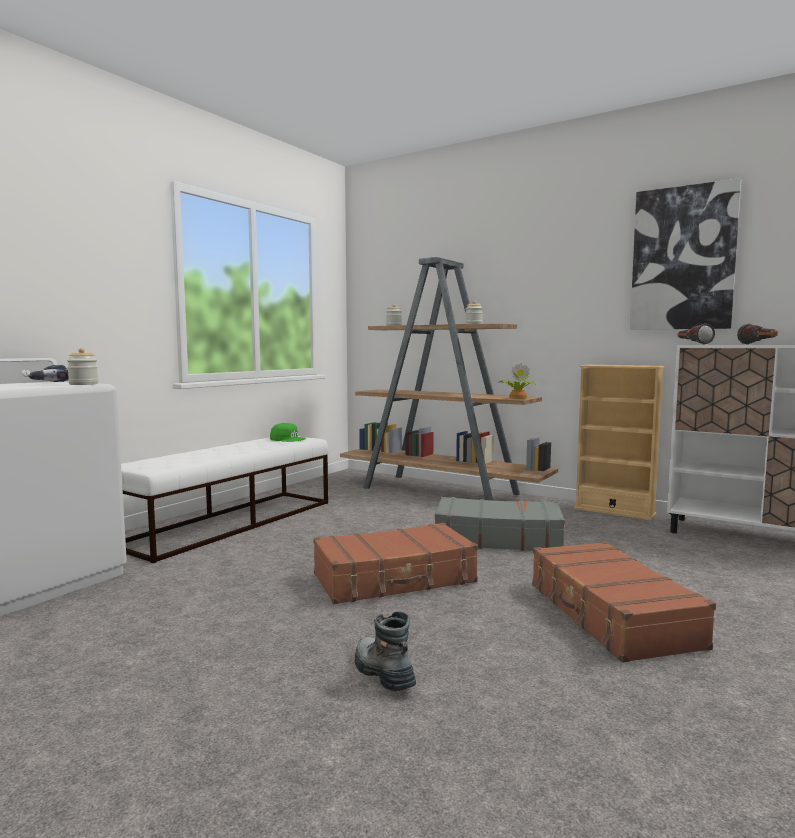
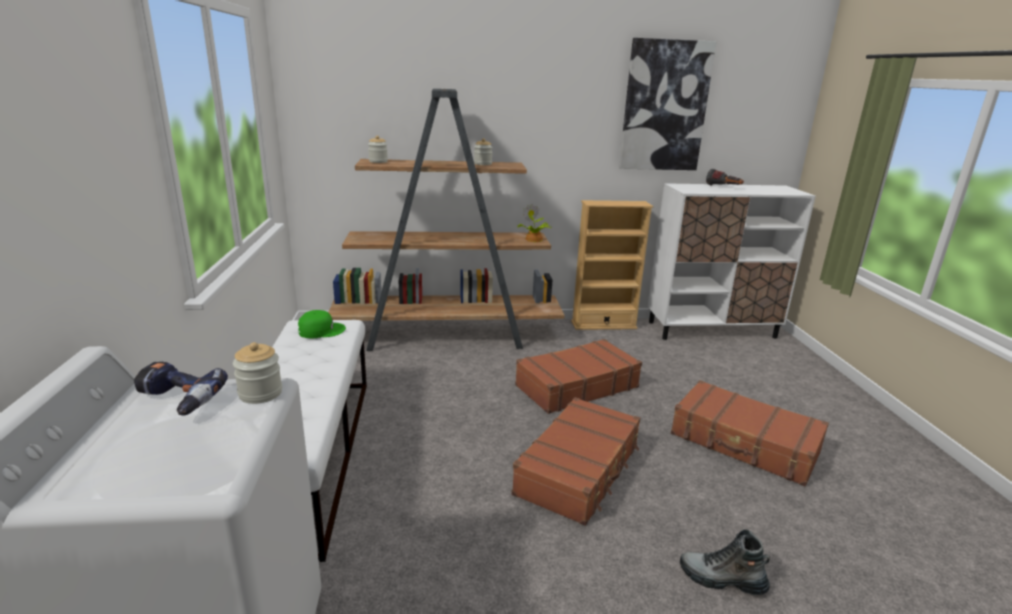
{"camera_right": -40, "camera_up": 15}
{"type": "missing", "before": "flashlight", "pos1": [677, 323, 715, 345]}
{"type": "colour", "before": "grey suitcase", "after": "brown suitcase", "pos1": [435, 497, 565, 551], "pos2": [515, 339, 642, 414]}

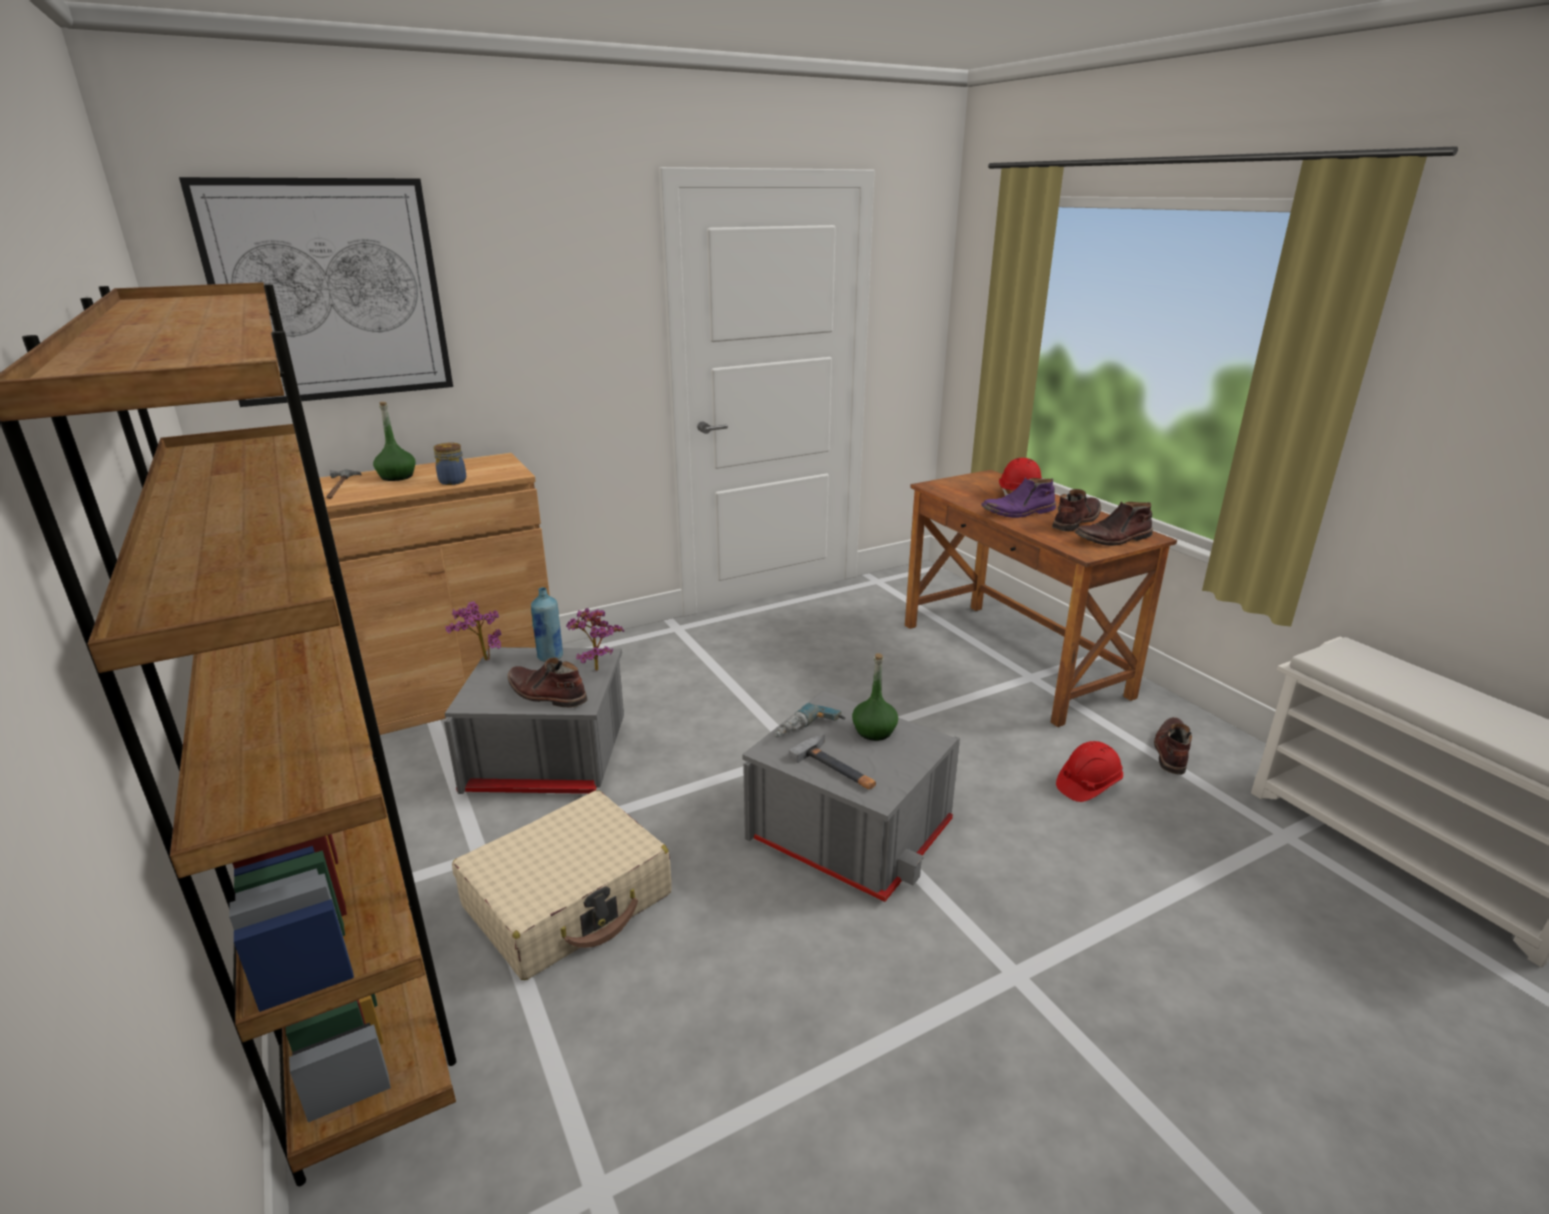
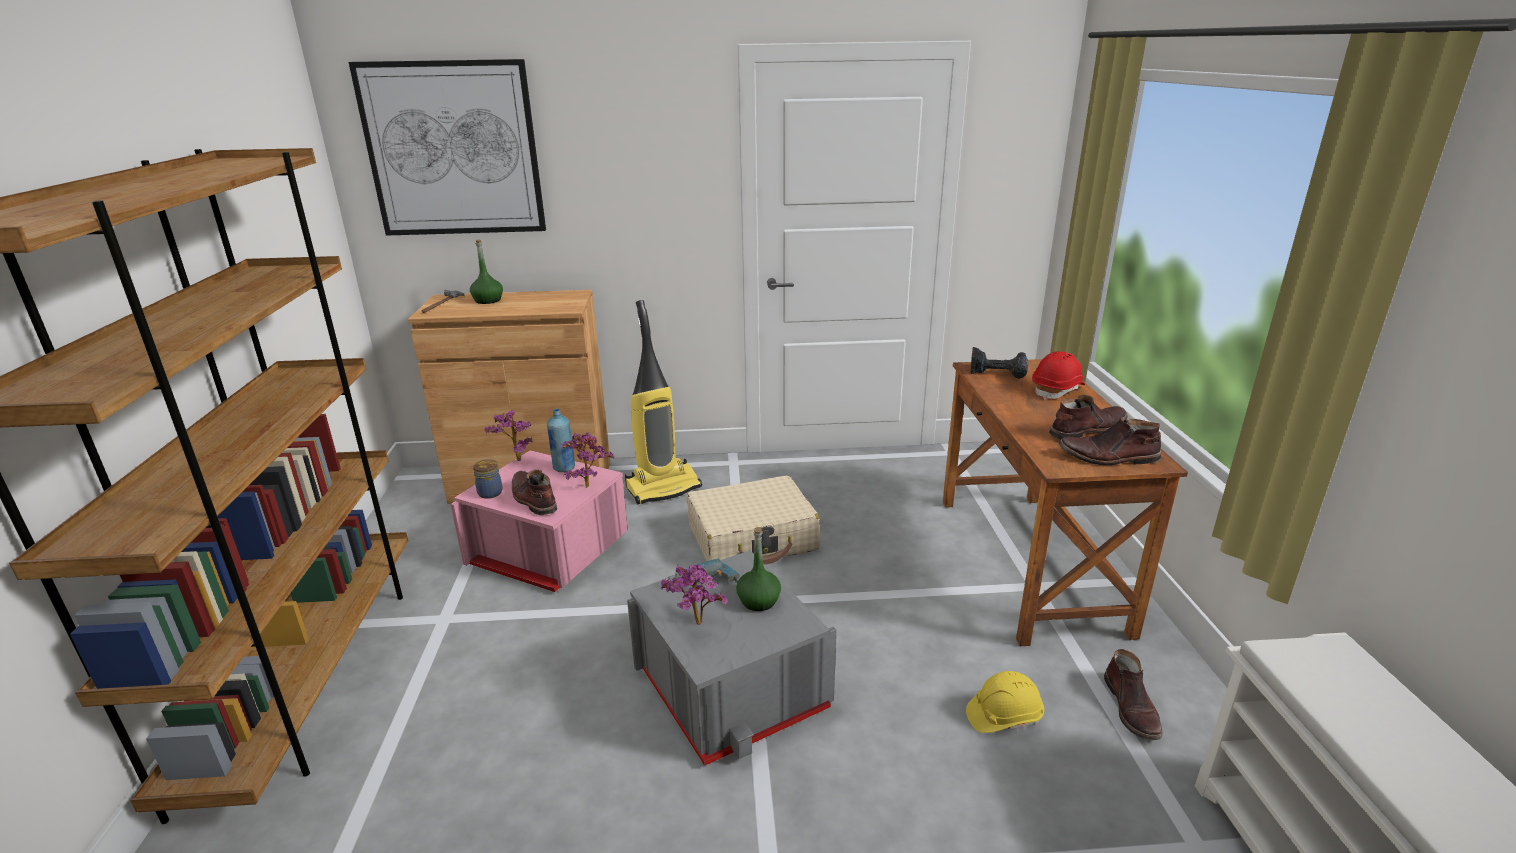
{"camera_right": 25, "camera_up": 0}
{"type": "relocated", "before": "jar", "pos1": [433, 443, 466, 485], "pos2": [473, 459, 502, 499]}
{"type": "missing", "before": "purple boot", "pos1": [981, 477, 1056, 518]}
{"type": "colour", "before": "grey storage box", "after": "pink storage box", "pos1": [444, 647, 624, 794], "pos2": [450, 450, 628, 592]}
{"type": "spun", "before": "brown boot", "pos1": [1154, 717, 1192, 775], "pos2": [1104, 649, 1162, 740], "turn": 135}
{"type": "exchanged", "before": "hammer", "after": "potted plant", "pos1": [789, 734, 876, 790], "pos2": [661, 564, 728, 625]}
{"type": "colour", "before": "red hard hat", "after": "yellow hard hat", "pos1": [1056, 741, 1123, 802], "pos2": [966, 671, 1044, 733]}
{"type": "relocated", "before": "beige suitcase", "pos1": [452, 791, 672, 980], "pos2": [686, 475, 820, 565]}
{"type": "appeared", "after": "vacuum cleaner", "pos2": [625, 300, 702, 504]}
{"type": "appeared", "after": "power drill", "pos2": [970, 347, 1028, 379]}

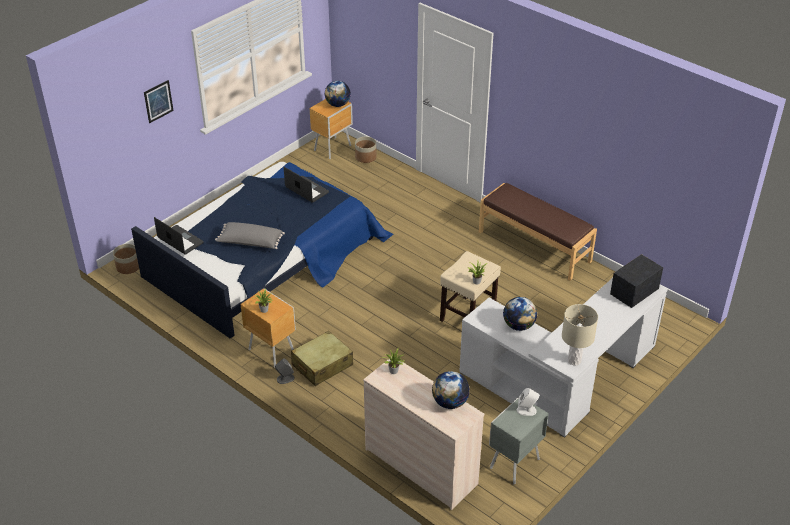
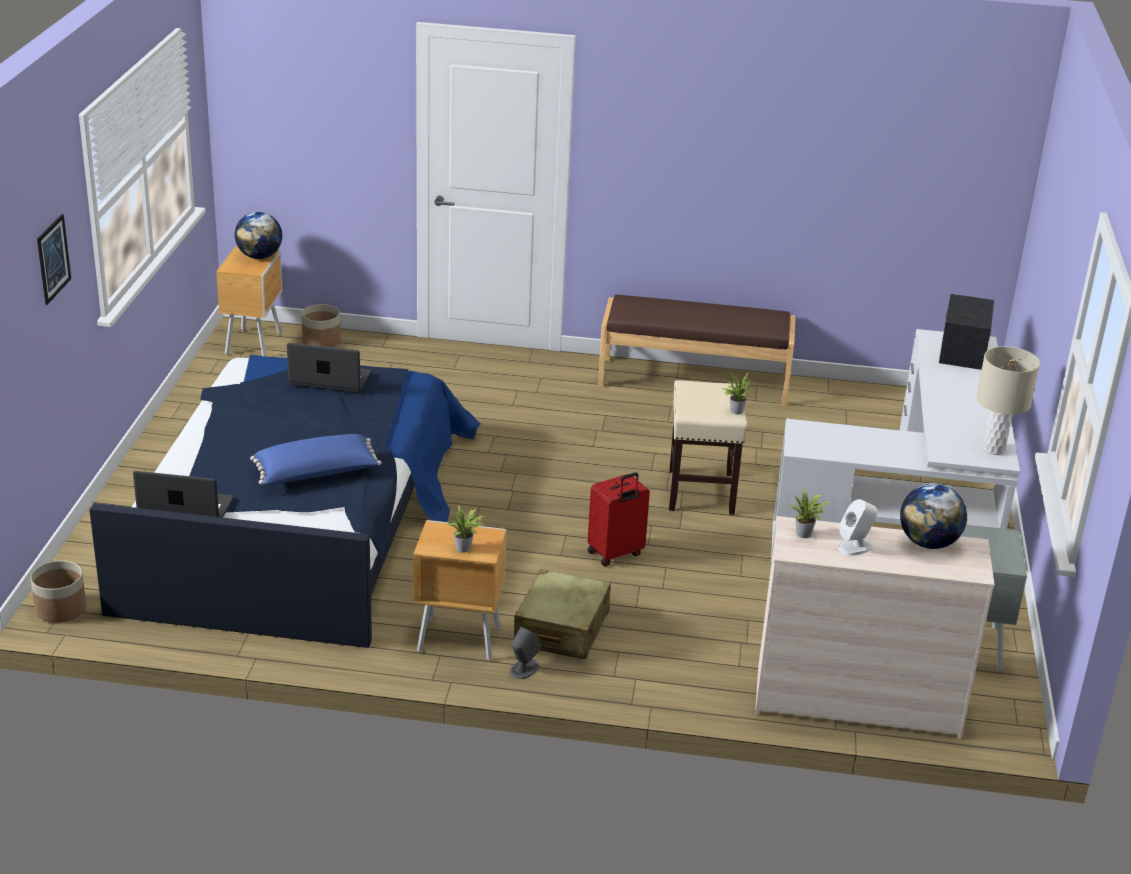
{"camera_right": -35, "camera_up": -10}
{"type": "colour", "before": "grey pillow", "after": "blue pillow", "pos1": [215, 222, 285, 249], "pos2": [250, 434, 381, 485]}
{"type": "missing", "before": "globe", "pos1": [503, 297, 537, 331]}
{"type": "relocated", "before": "white speaker", "pos1": [517, 388, 539, 416], "pos2": [838, 499, 878, 556]}
{"type": "appeared", "after": "red suitcase", "pos2": [587, 472, 650, 567]}

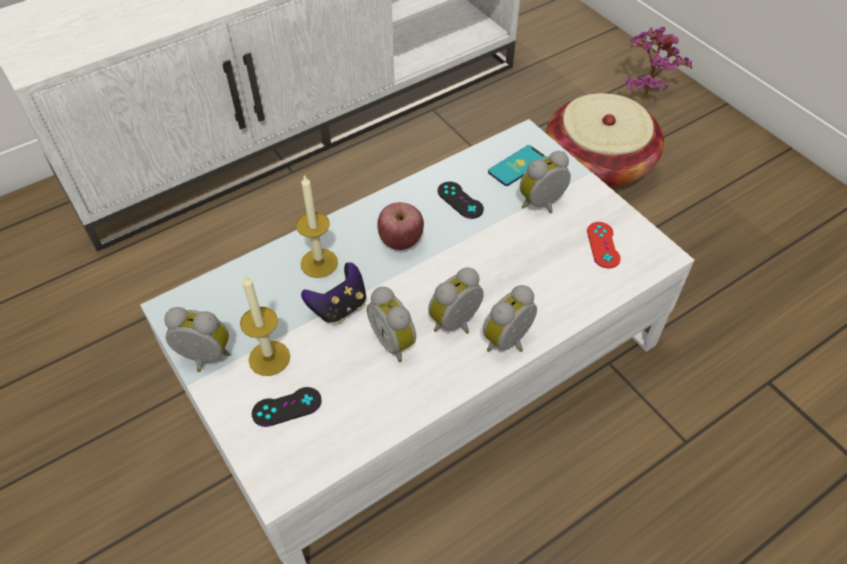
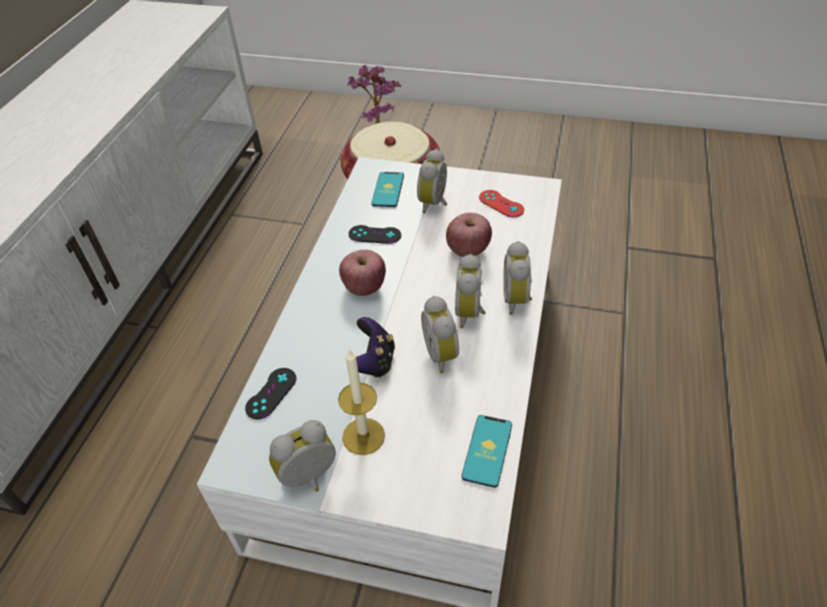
{"camera_right": -40, "camera_up": -5}
{"type": "missing", "before": "candle", "pos1": [296, 174, 338, 278]}
{"type": "spun", "before": "alarm clock", "pos1": [367, 287, 416, 363], "pos2": [421, 296, 459, 373], "turn": 60}
{"type": "relocated", "before": "black game controller", "pos1": [252, 387, 322, 427], "pos2": [245, 368, 297, 419]}
{"type": "appeared", "after": "apple", "pos2": [446, 213, 492, 257]}
{"type": "appeared", "after": "phone", "pos2": [462, 415, 512, 488]}

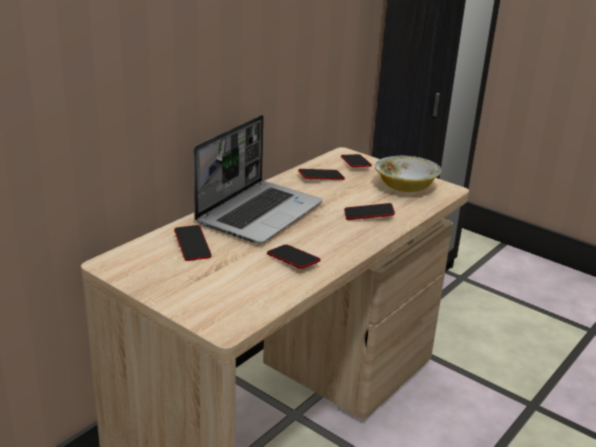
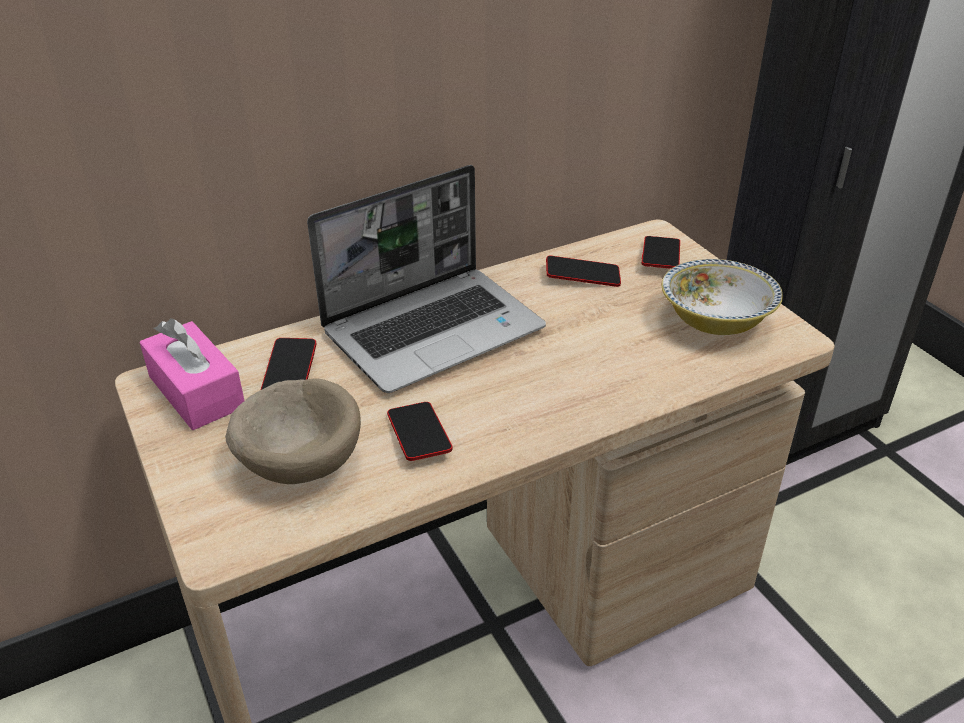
{"camera_right": 25, "camera_up": 10}
{"type": "missing", "before": "phone", "pos1": [344, 203, 395, 220]}
{"type": "appeared", "after": "pink tissue box", "pos2": [140, 318, 244, 430]}
{"type": "appeared", "after": "beige bowl", "pos2": [225, 378, 361, 484]}

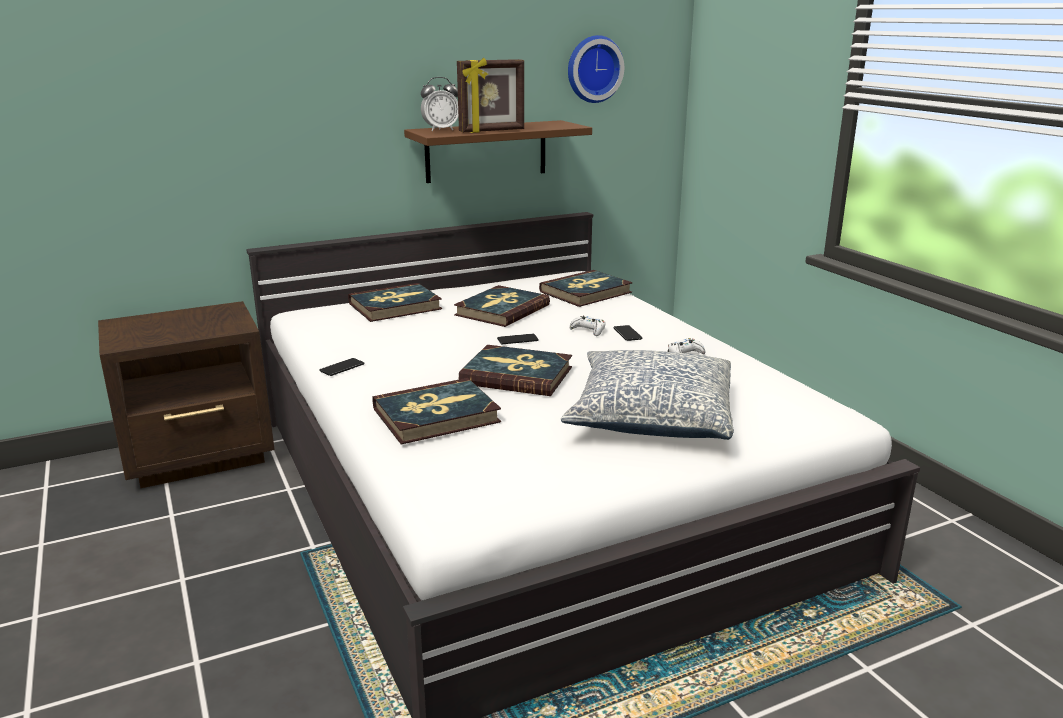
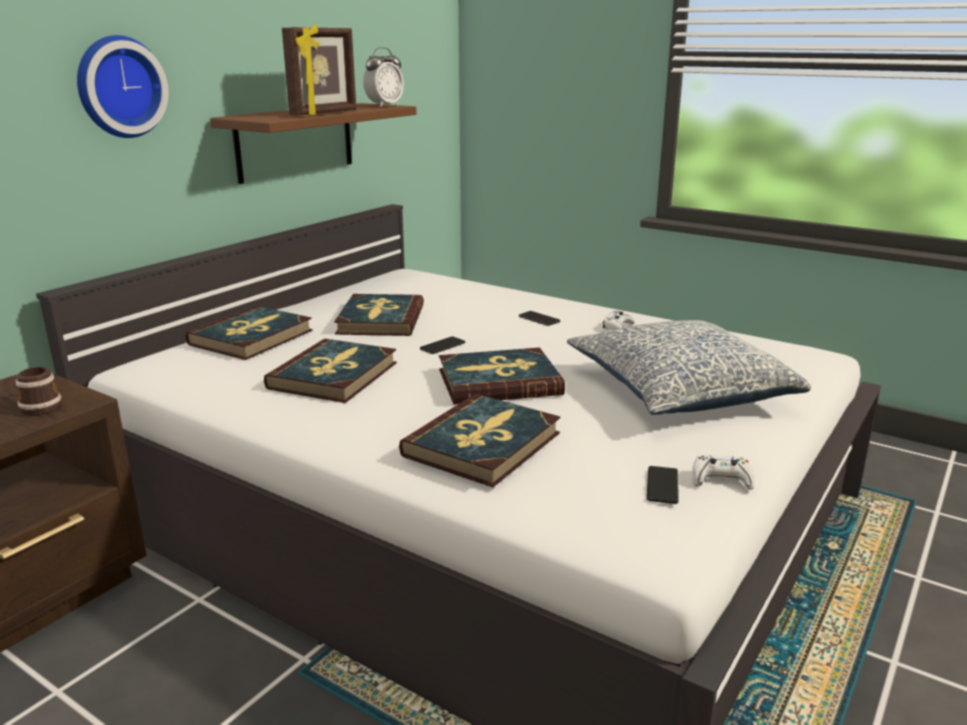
{"camera_right": -30, "camera_up": 0}
{"type": "relocated", "before": "wall clock", "pos1": [568, 35, 624, 103], "pos2": [77, 35, 169, 138]}
{"type": "relocated", "before": "alarm clock", "pos1": [421, 77, 458, 131], "pos2": [363, 47, 404, 107]}
{"type": "relocated", "before": "book", "pos1": [539, 270, 633, 307], "pos2": [264, 339, 397, 403]}
{"type": "relocated", "before": "white game controller", "pos1": [569, 316, 606, 336], "pos2": [692, 455, 755, 490]}
{"type": "relocated", "before": "phone", "pos1": [320, 358, 364, 376], "pos2": [647, 466, 679, 504]}
{"type": "appeared", "after": "mug", "pos2": [15, 367, 62, 415]}

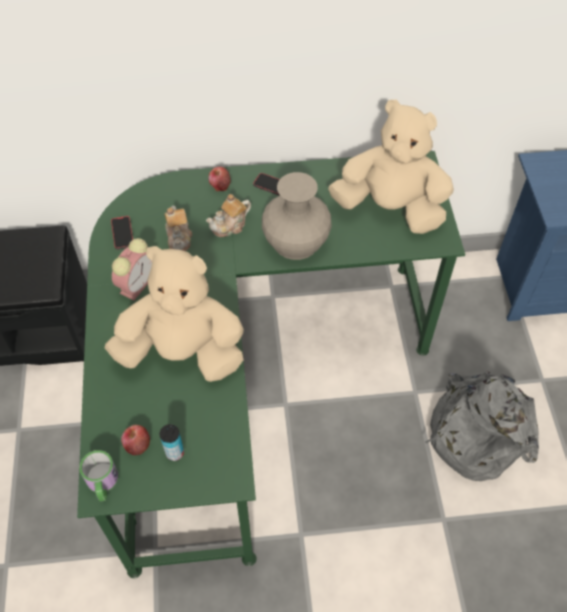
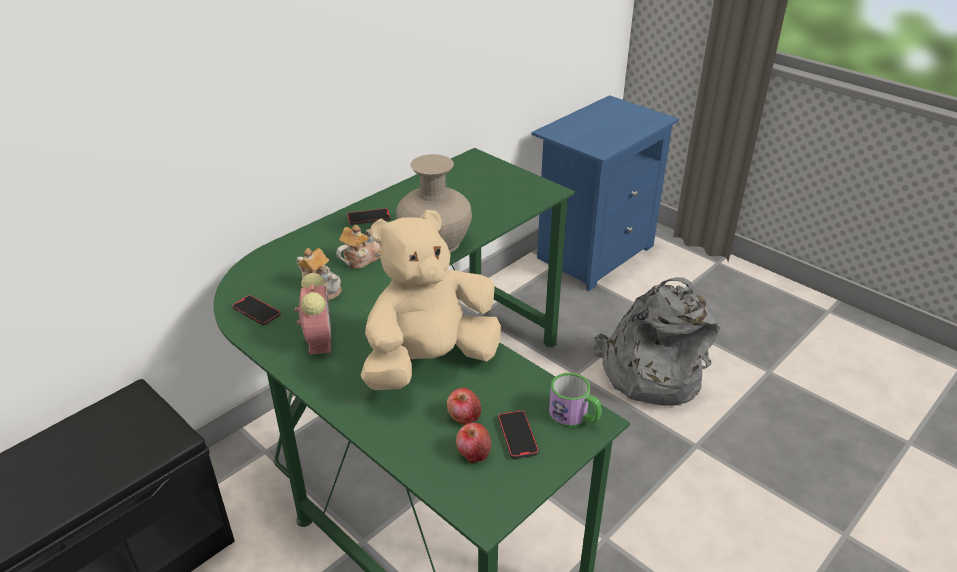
{"camera_right": -40, "camera_up": -20}
{"type": "missing", "before": "beige plush toy", "pos1": [328, 100, 454, 234]}
{"type": "relocated", "before": "apple", "pos1": [208, 167, 231, 191], "pos2": [447, 388, 481, 425]}
{"type": "spun", "before": "teapot", "pos1": [206, 194, 251, 237], "pos2": [336, 225, 381, 269], "turn": -150}
{"type": "exchanged", "before": "can", "after": "phone", "pos1": [160, 424, 184, 461], "pos2": [498, 410, 539, 459]}
{"type": "relocated", "before": "mug", "pos1": [79, 450, 119, 502], "pos2": [549, 373, 601, 427]}

